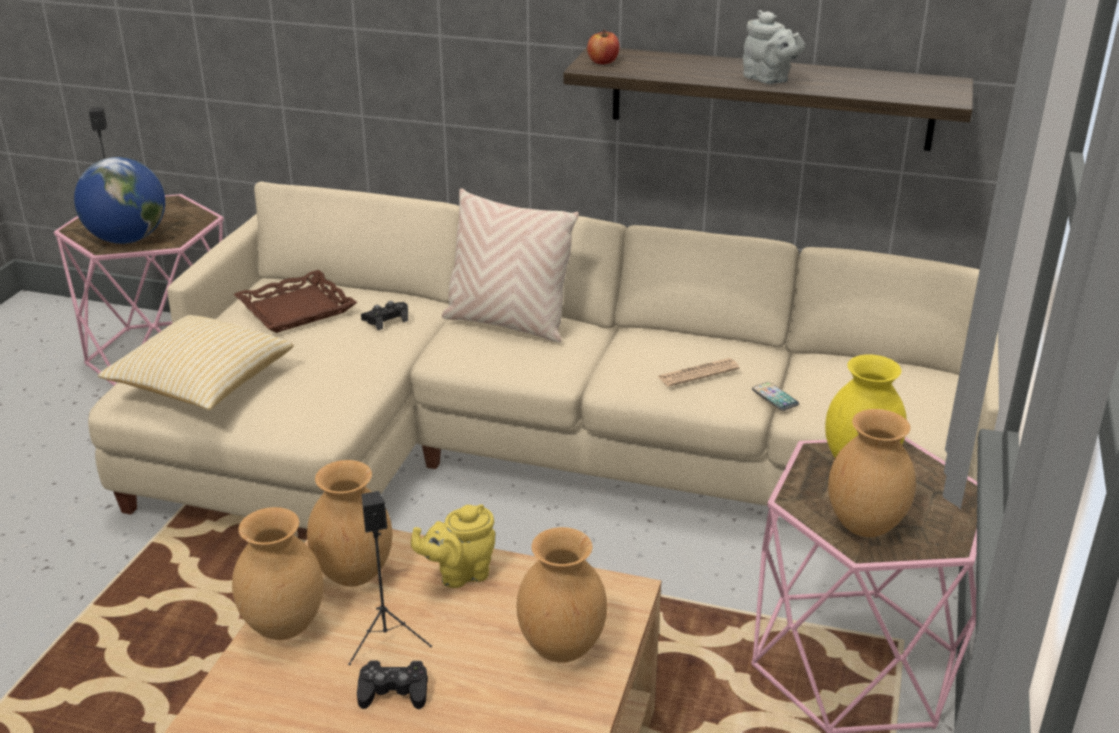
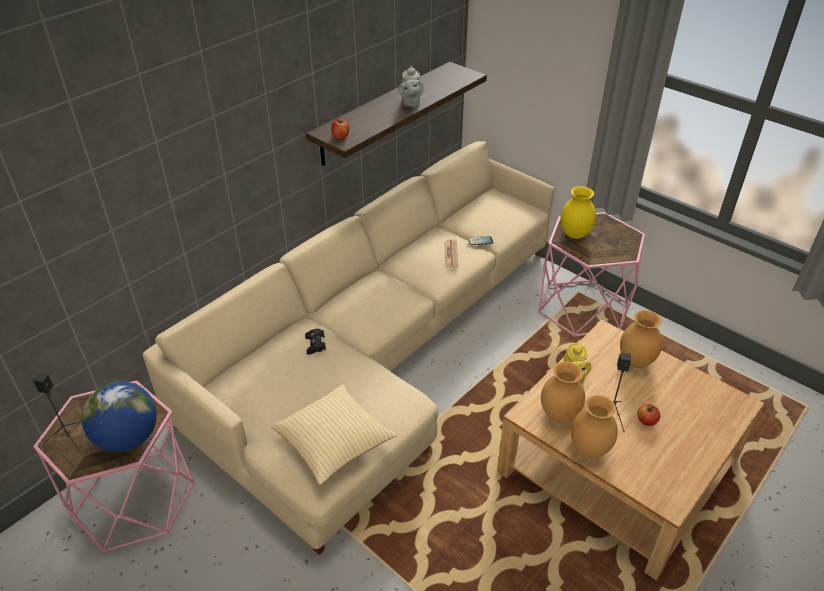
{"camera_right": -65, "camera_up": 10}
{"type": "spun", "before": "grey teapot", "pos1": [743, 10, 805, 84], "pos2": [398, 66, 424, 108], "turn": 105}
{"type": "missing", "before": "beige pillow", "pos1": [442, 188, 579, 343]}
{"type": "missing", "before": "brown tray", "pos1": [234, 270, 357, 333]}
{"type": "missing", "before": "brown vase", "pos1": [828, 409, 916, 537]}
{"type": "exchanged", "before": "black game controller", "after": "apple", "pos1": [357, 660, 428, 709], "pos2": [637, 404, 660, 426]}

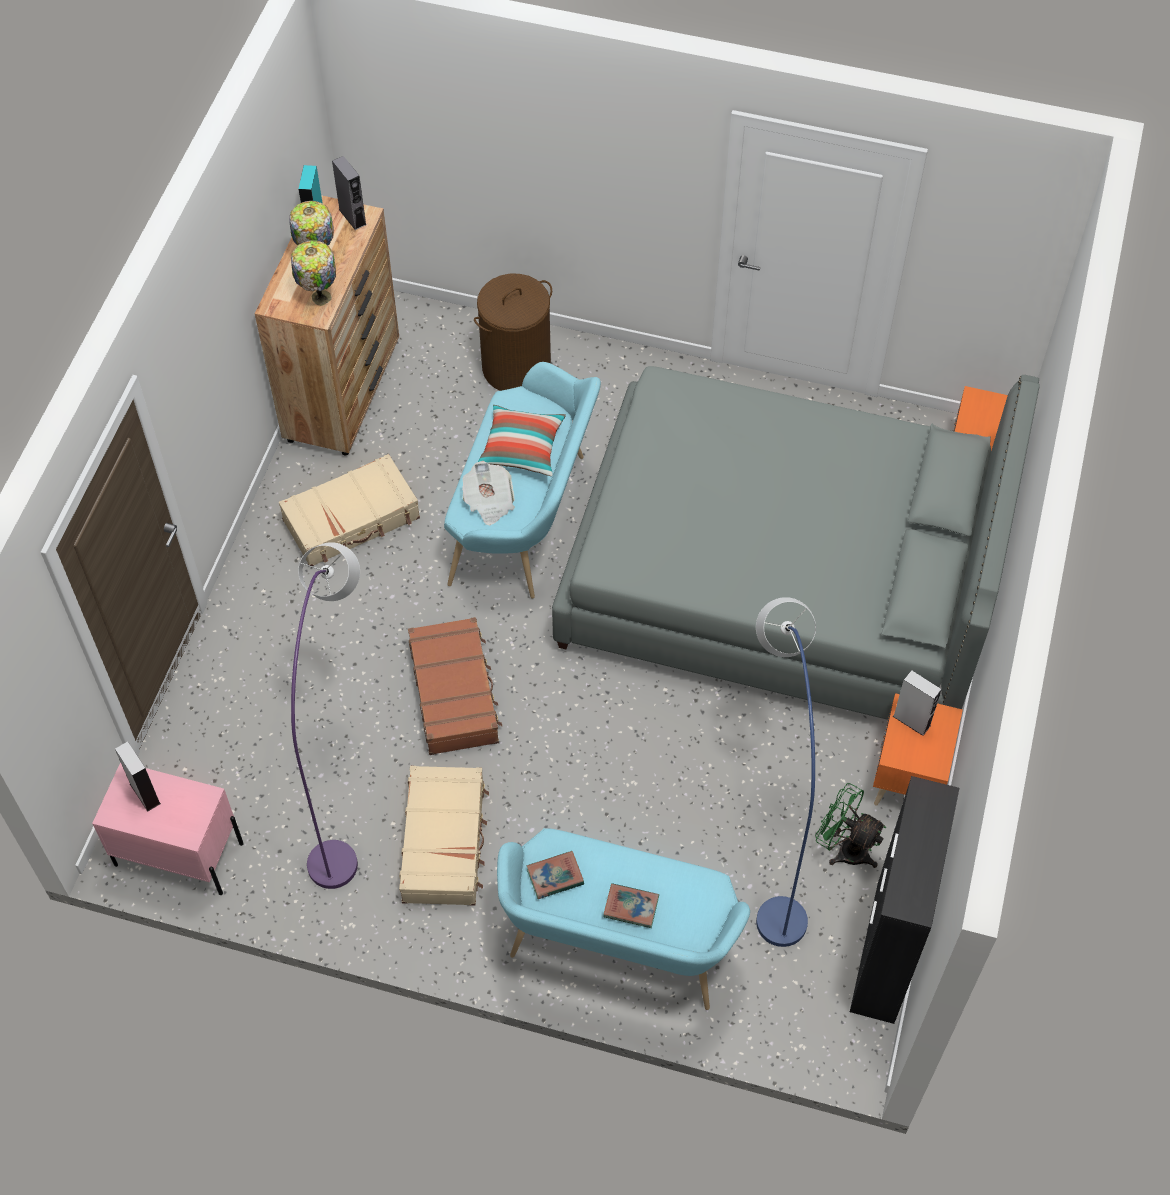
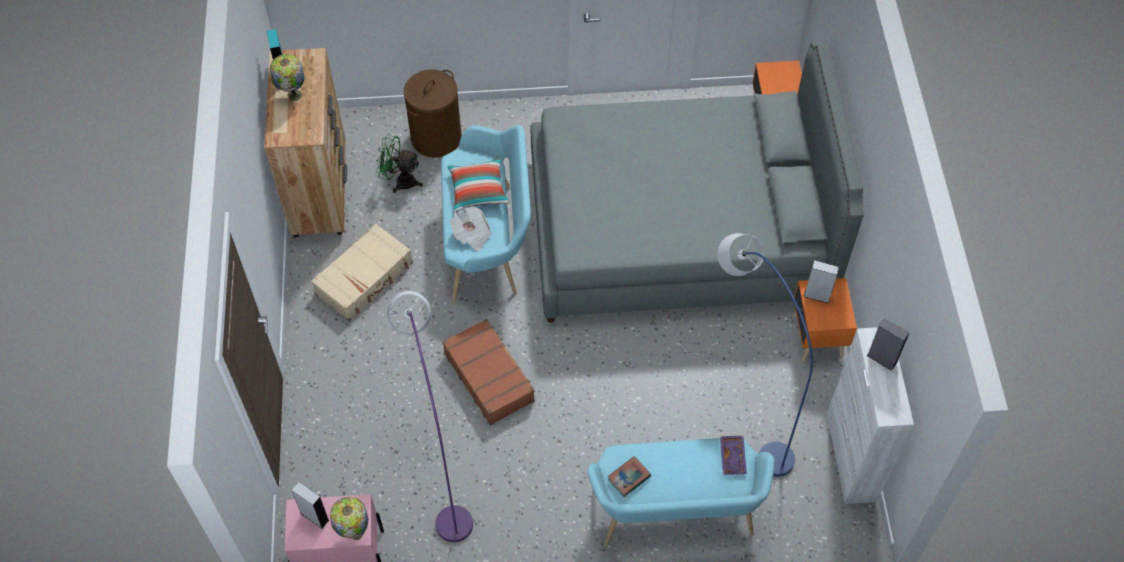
{"camera_right": -20, "camera_up": 0}
{"type": "relocated", "before": "grey speaker", "pos1": [332, 156, 366, 230], "pos2": [867, 318, 909, 371]}
{"type": "relocated", "before": "table lamp", "pos1": [291, 240, 336, 306], "pos2": [330, 497, 368, 540]}
{"type": "missing", "before": "beige suitcase", "pos1": [399, 766, 489, 906]}
{"type": "colour", "before": "black cabinet", "after": "white cabinet", "pos1": [850, 776, 959, 1024], "pos2": [827, 327, 914, 504]}
{"type": "relocated", "before": "green fan", "pos1": [815, 783, 886, 868], "pos2": [376, 135, 423, 193]}
{"type": "missing", "before": "book", "pos1": [603, 883, 659, 928]}
{"type": "appeared", "after": "purple tray", "pos2": [720, 436, 747, 475]}

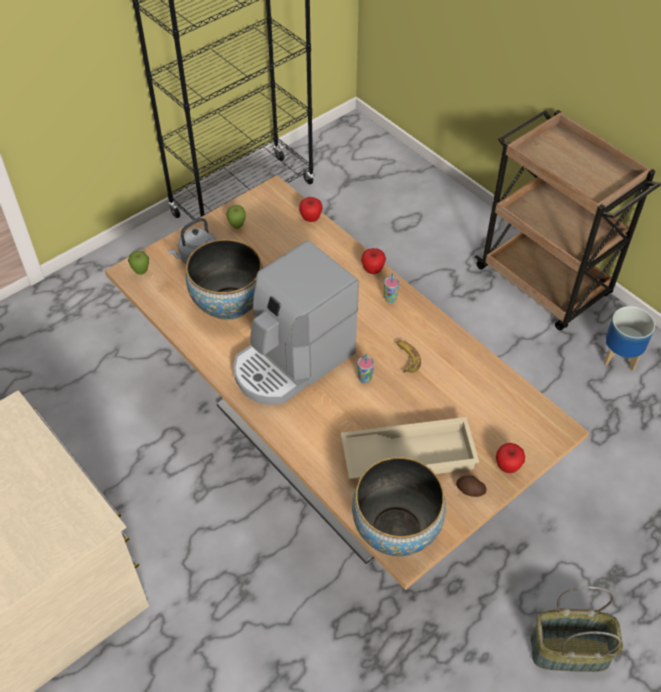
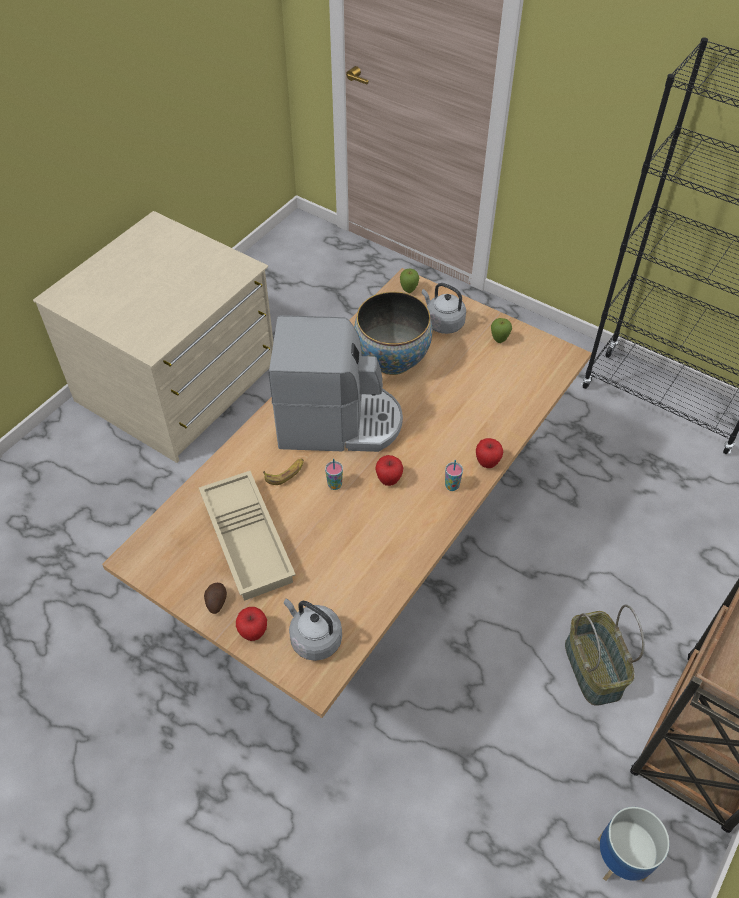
{"camera_right": 75, "camera_up": 0}
{"type": "relocated", "before": "apple", "pos1": [299, 197, 322, 222], "pos2": [375, 455, 403, 486]}
{"type": "spun", "before": "coffee machine", "pos1": [234, 240, 359, 405], "pos2": [269, 315, 403, 452], "turn": 150}
{"type": "relocated", "before": "banana", "pos1": [396, 340, 421, 373], "pos2": [263, 458, 304, 485]}
{"type": "missing", "before": "bowl", "pos1": [352, 457, 446, 556]}
{"type": "relocated", "before": "basket", "pos1": [531, 586, 623, 672], "pos2": [565, 605, 645, 706]}
{"type": "appeared", "after": "grey kettle", "pos2": [284, 598, 342, 661]}

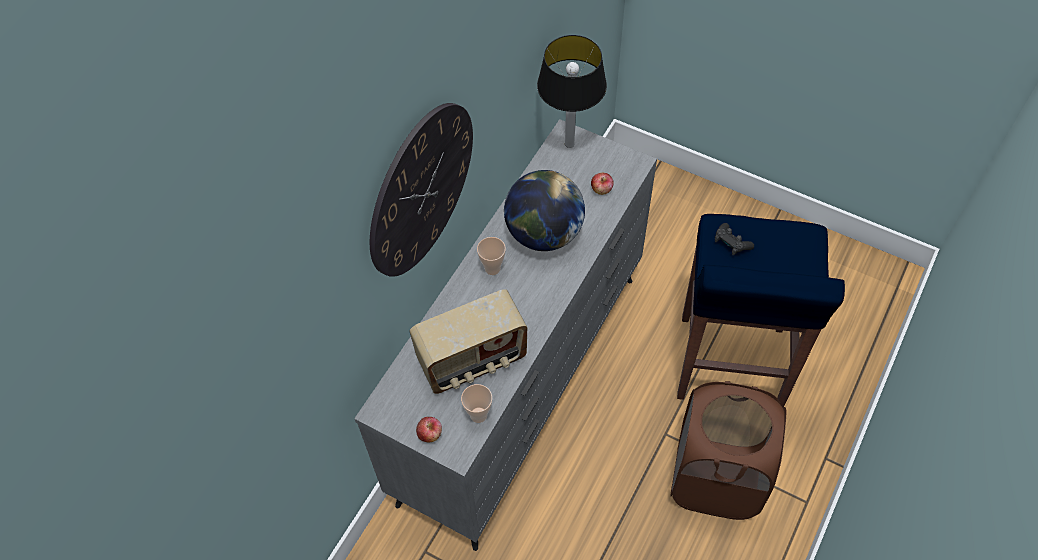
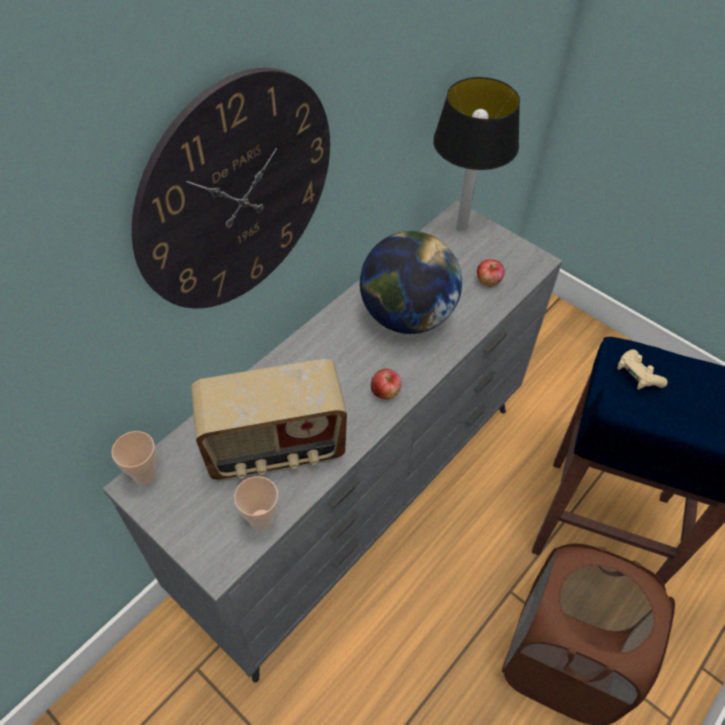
{"camera_right": 10, "camera_up": -5}
{"type": "colour", "before": "black game controller", "after": "beige game controller", "pos1": [715, 223, 754, 255], "pos2": [618, 349, 668, 389]}
{"type": "relocated", "before": "cup", "pos1": [477, 237, 506, 275], "pos2": [112, 431, 157, 485]}
{"type": "relocated", "before": "apple", "pos1": [416, 417, 442, 443], "pos2": [371, 369, 402, 400]}

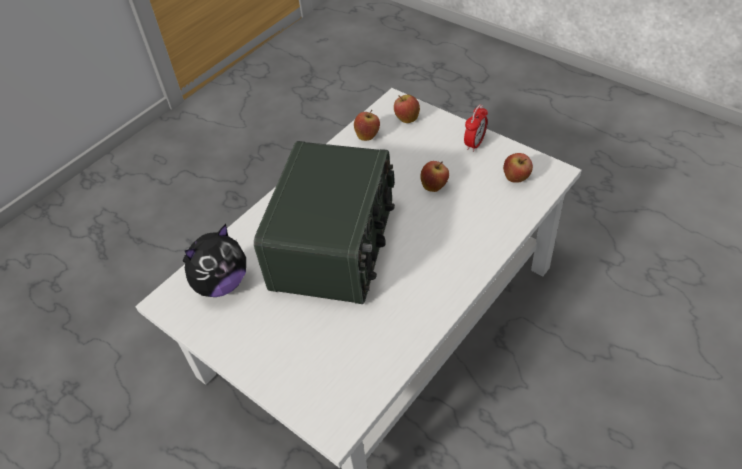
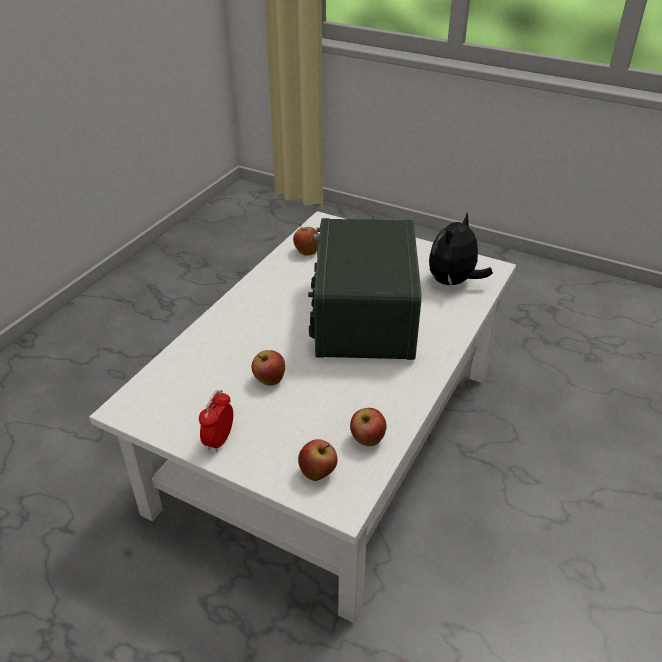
{"camera_right": 165, "camera_up": -10}
{"type": "relocated", "before": "apple", "pos1": [503, 153, 533, 182], "pos2": [293, 224, 318, 256]}

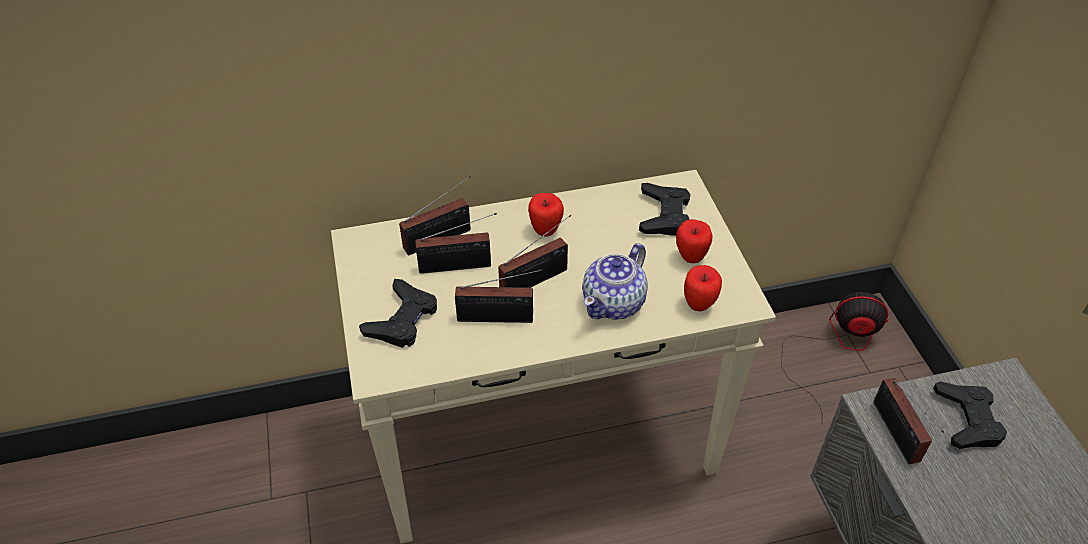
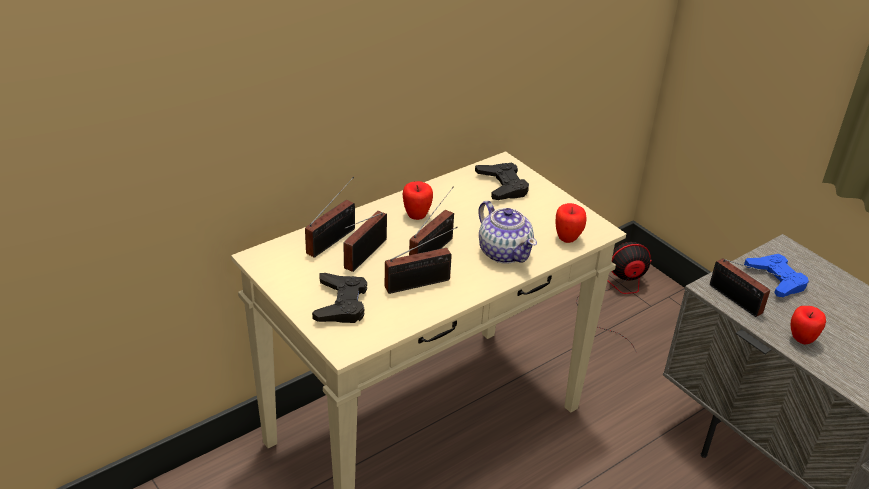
{"camera_right": -25, "camera_up": -10}
{"type": "spun", "before": "radio", "pos1": [415, 213, 497, 274], "pos2": [343, 211, 387, 272], "turn": 150}
{"type": "relocated", "before": "apple", "pos1": [676, 219, 713, 263], "pos2": [791, 306, 826, 345]}
{"type": "spun", "before": "teapot", "pos1": [582, 243, 648, 320], "pos2": [478, 201, 537, 264], "turn": -45}
{"type": "colour", "before": "black game controller", "after": "blue game controller", "pos1": [933, 381, 1007, 449], "pos2": [744, 254, 809, 297]}

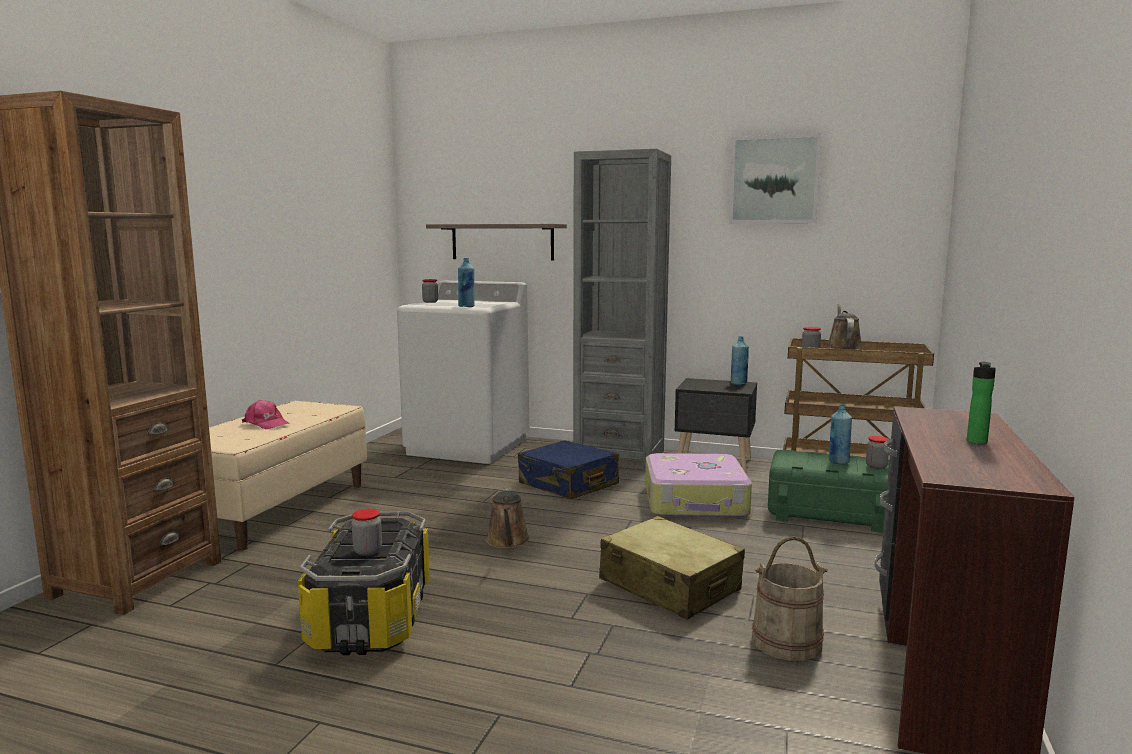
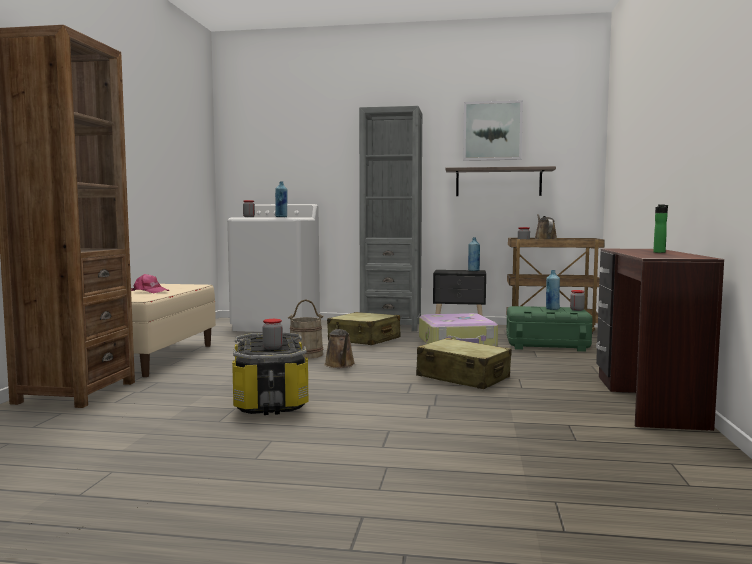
{"camera_right": -10, "camera_up": -5}
{"type": "relocated", "before": "shelf", "pos1": [426, 224, 567, 261], "pos2": [445, 166, 556, 196]}
{"type": "colour", "before": "blue suitcase", "after": "beige suitcase", "pos1": [518, 440, 619, 499], "pos2": [327, 312, 401, 345]}
{"type": "relocated", "before": "beige bucket", "pos1": [752, 536, 828, 661], "pos2": [288, 299, 324, 359]}

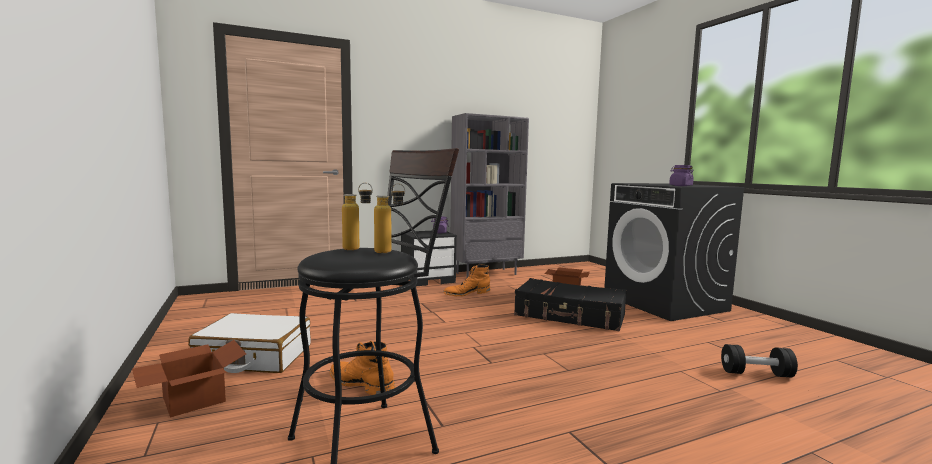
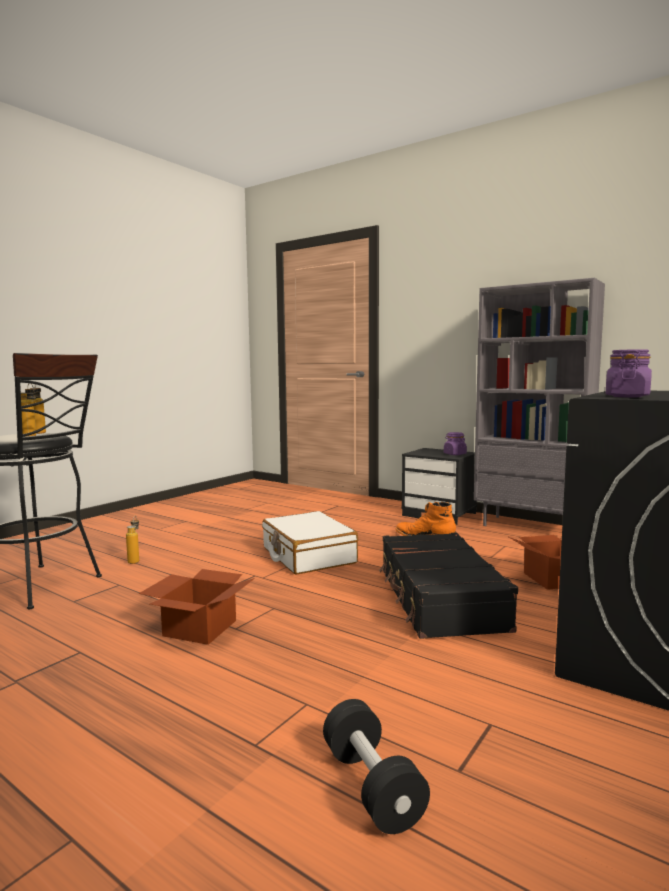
{"camera_right": 60, "camera_up": 0}
{"type": "relocated", "before": "white suitcase", "pos1": [188, 313, 311, 373], "pos2": [262, 511, 358, 575]}
{"type": "relocated", "before": "cardboard box", "pos1": [132, 340, 246, 418], "pos2": [139, 569, 255, 645]}
{"type": "exchanged", "before": "orange boot", "after": "bottle", "pos1": [329, 341, 396, 395], "pos2": [126, 517, 139, 564]}

